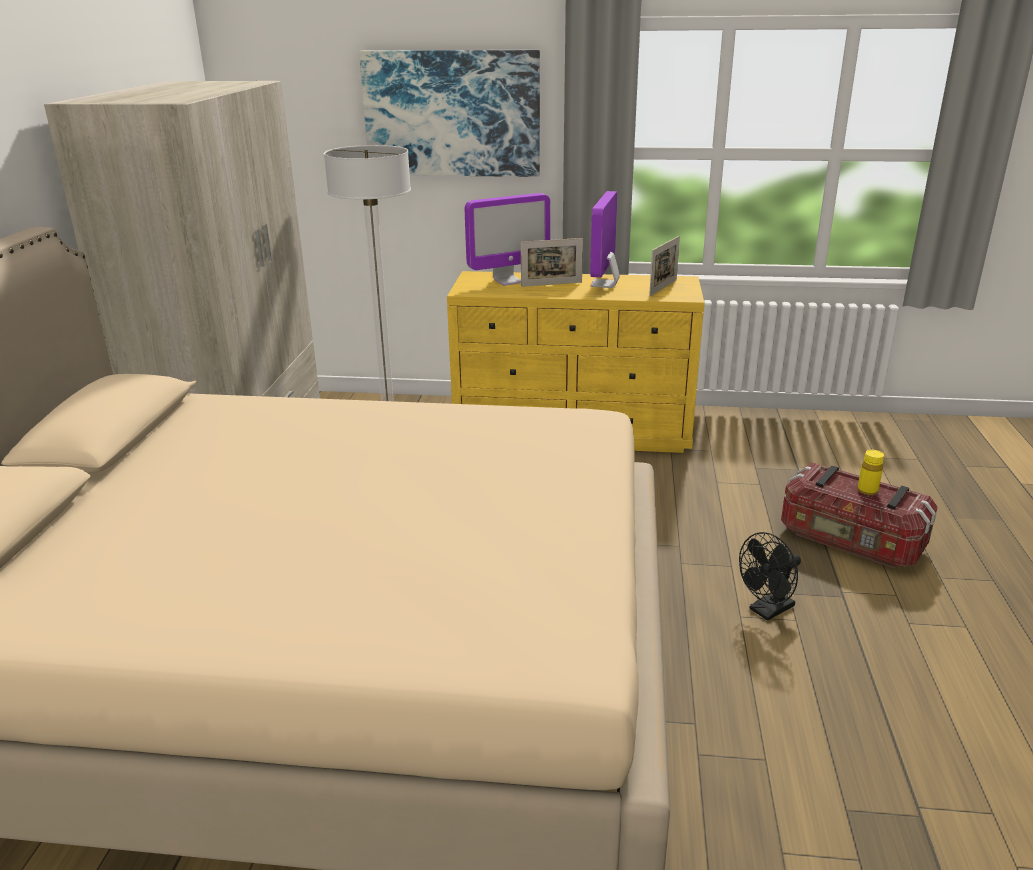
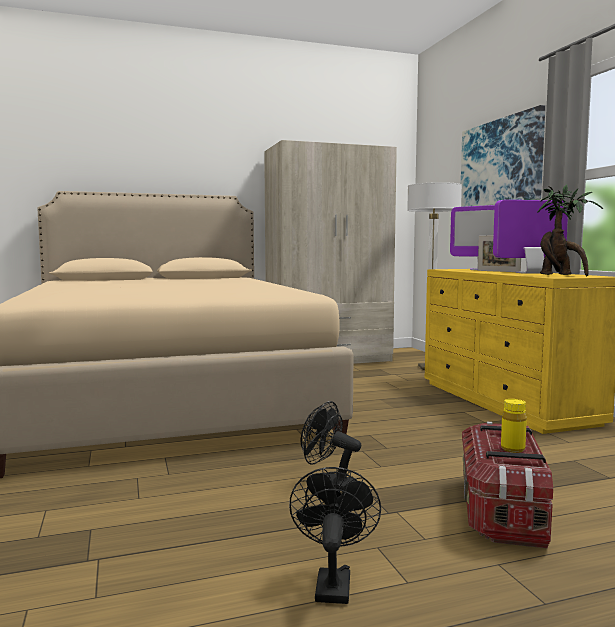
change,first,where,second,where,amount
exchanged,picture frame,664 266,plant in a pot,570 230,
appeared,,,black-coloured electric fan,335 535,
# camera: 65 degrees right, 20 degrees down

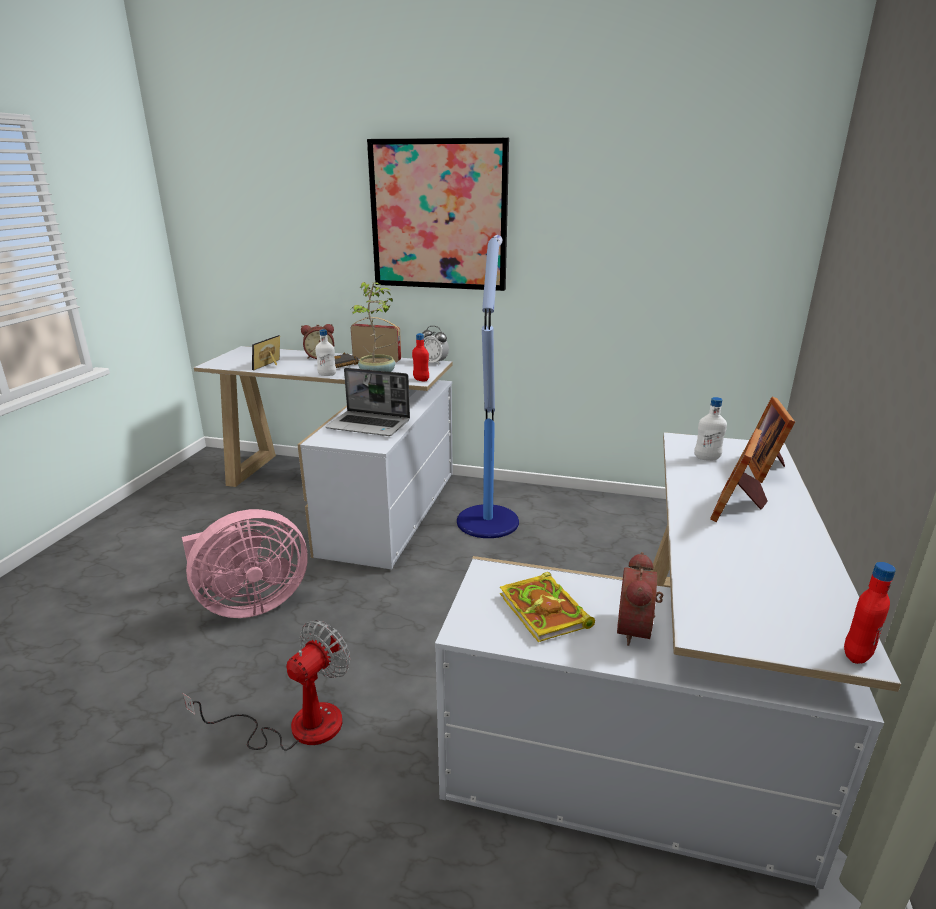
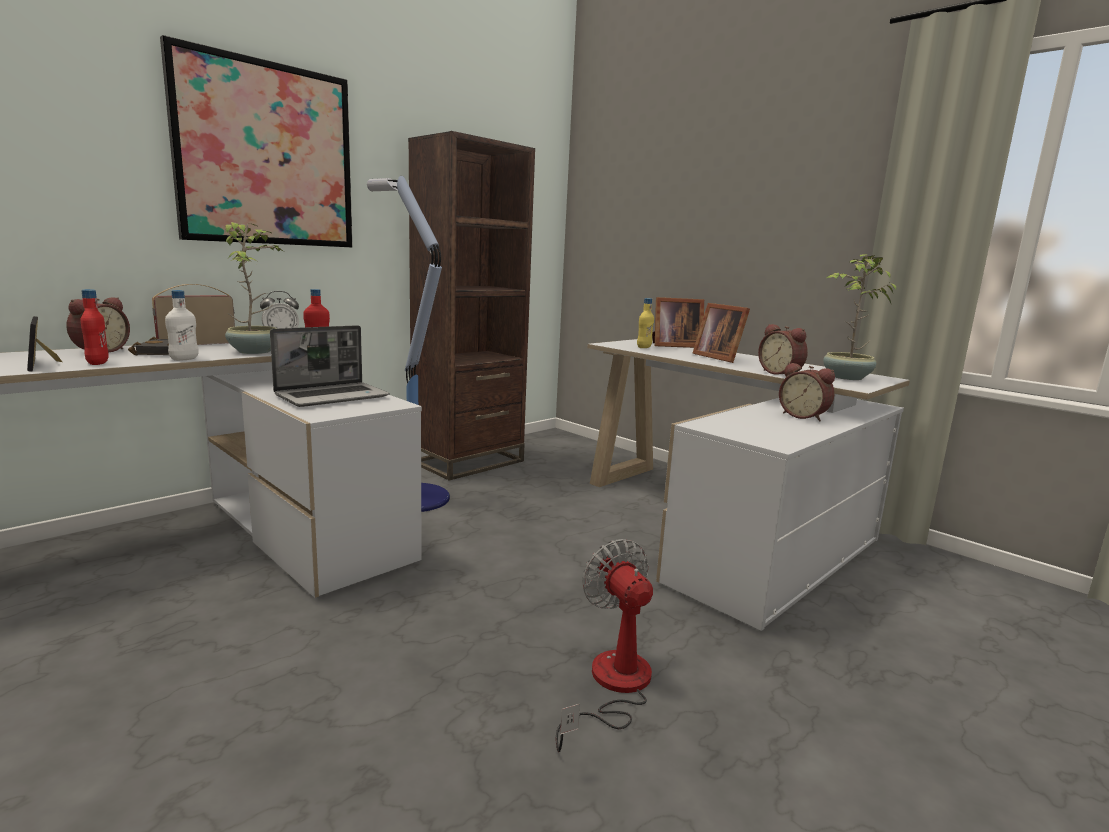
change,first,where,second,where,amount
colour,white beverage bottle,710 429,yellow-coloured beverage bottle,645 323,
spun,picture frame,771 440,,678 322,45 degrees counterclockwise
missing,pinkish electric fan,245 563,,,
relocated,red-coloured beverage bottle,870 613,,94 327,
missing,bound book,547 607,,,
appeared,,,brownish shelving unit,471 306,
appeared,,,plant in a pot,859 317,
appeared,,,table clock,783 349,
# camera: 60 degrees left, 10 degrees down

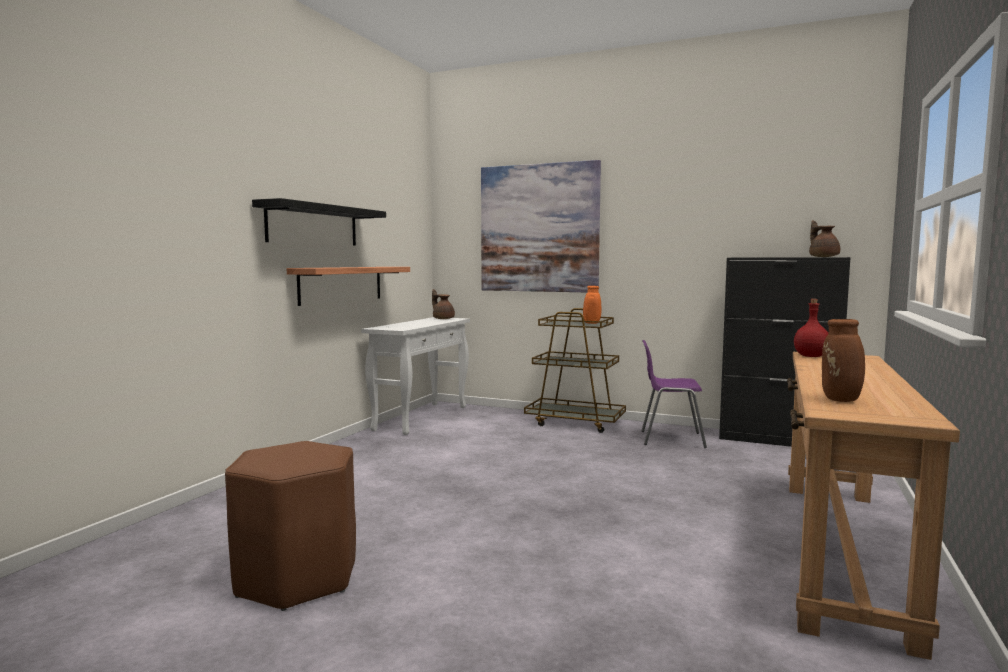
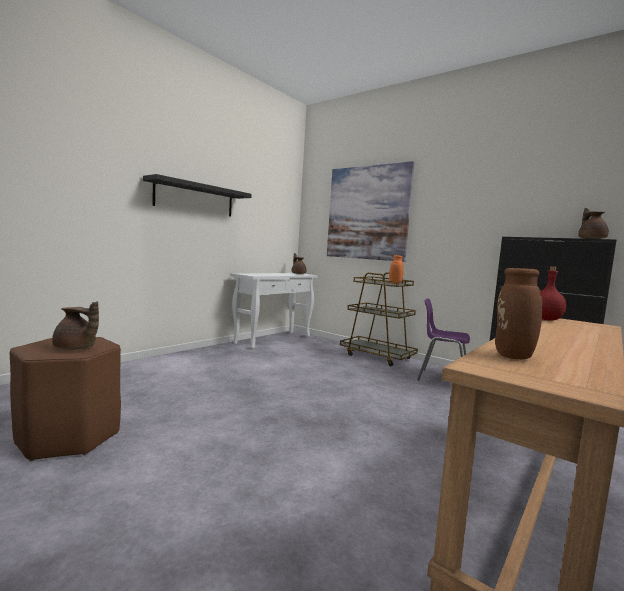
change,first,where,second,where,amount
missing,wall shelf,348 286,,,
appeared,,,brownish tea pot,75 325,
# camera: 15 degrees right, 0 degrees up

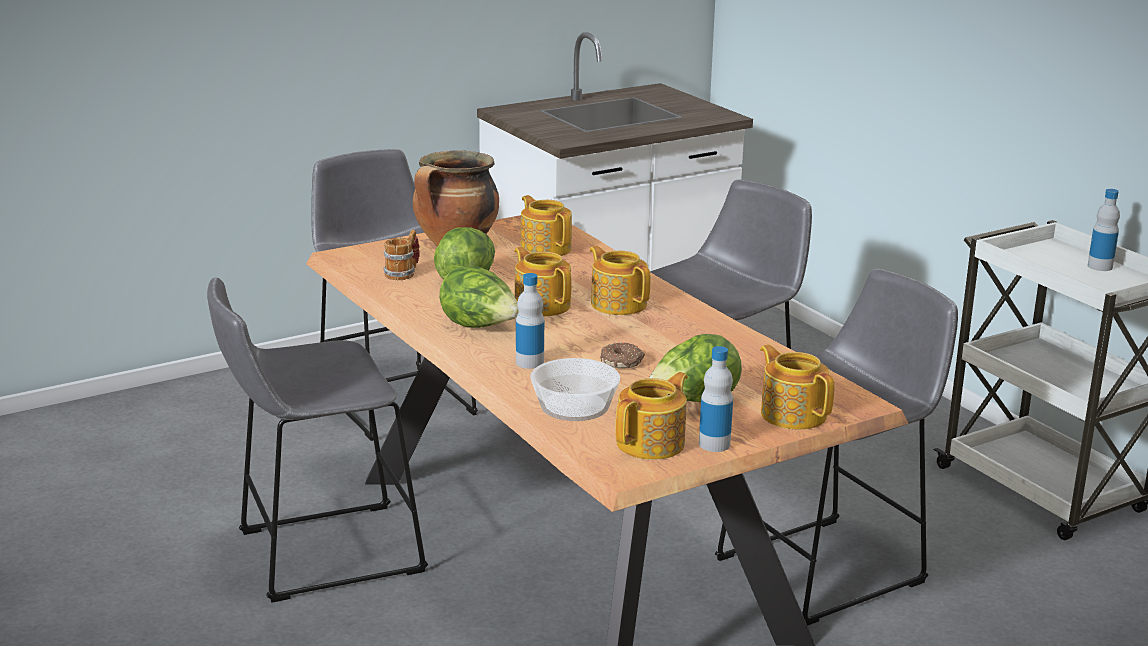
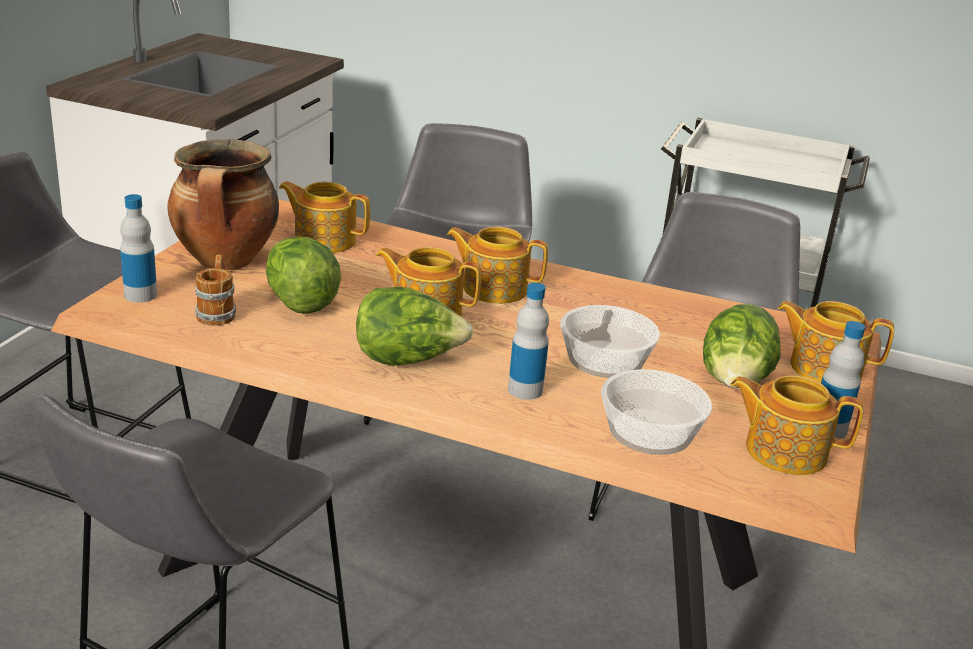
change,first,where,second,where,amount
relocated,beverage bottle,1104 230,,138 248,
exchanged,ring doughnut,622 355,serving bowl,610 341,
spun,tea pot,651 416,,796 425,75 degrees counterclockwise
# camera: 40 degrees left, 5 degrees up

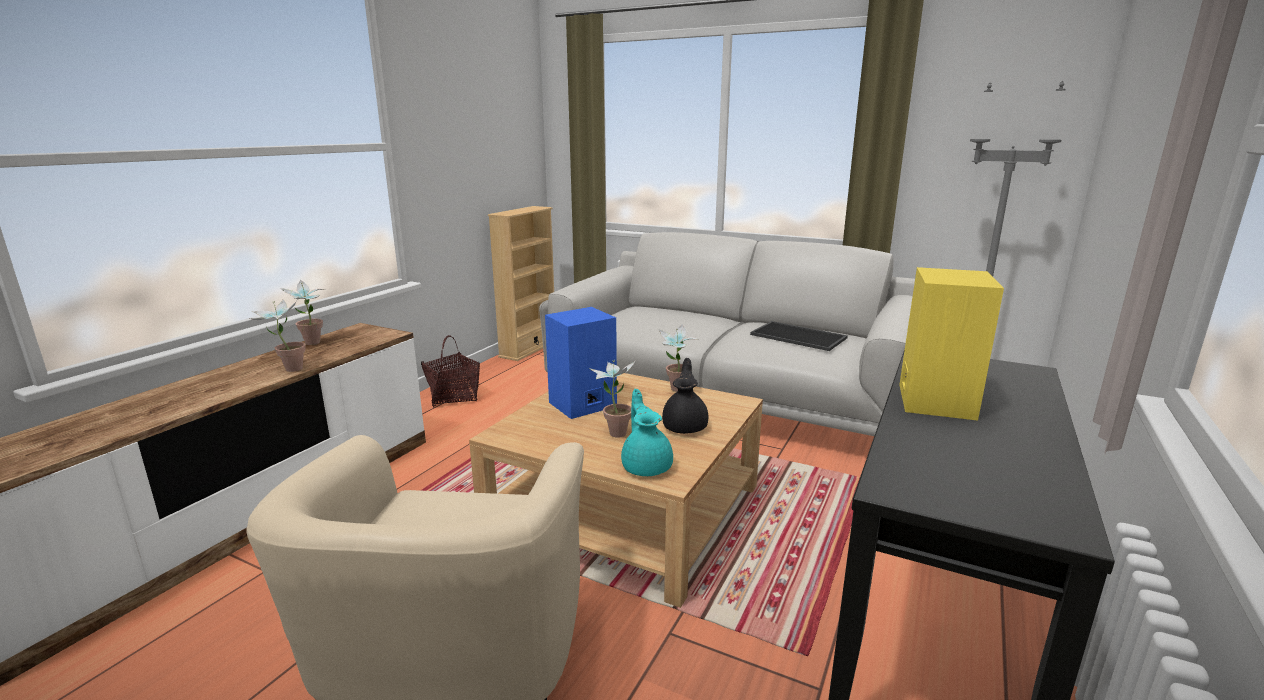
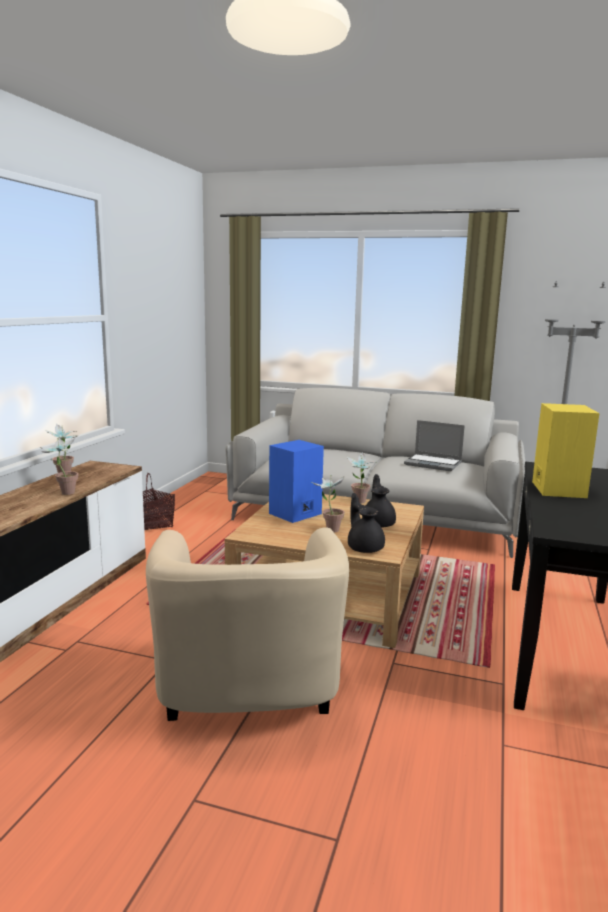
change,first,where,second,where,amount
missing,beige shelving unit,521 283,,,
exchanged,tray,799 336,laptop,434 445,
colour,turquoise tea pot,647 432,black-coloured tea pot,366 523,
# camera: 10 degrees left, 5 degrees down

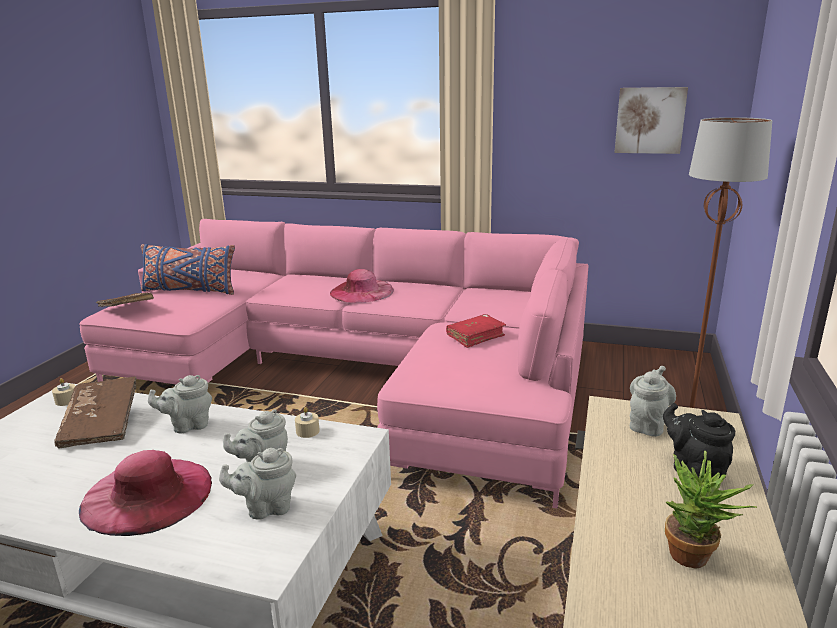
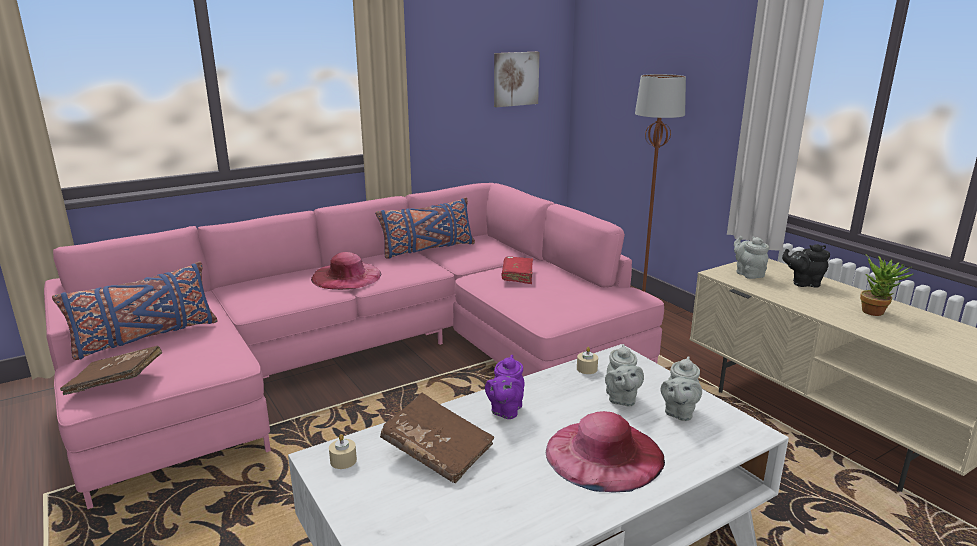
change,first,where,second,where,amount
colour,greyish tea pot,180 404,purple-coloured tea pot,505 387,
appeared,,,blue pillow,425 228,
# camera: 50 degrees left, 0 degrees up

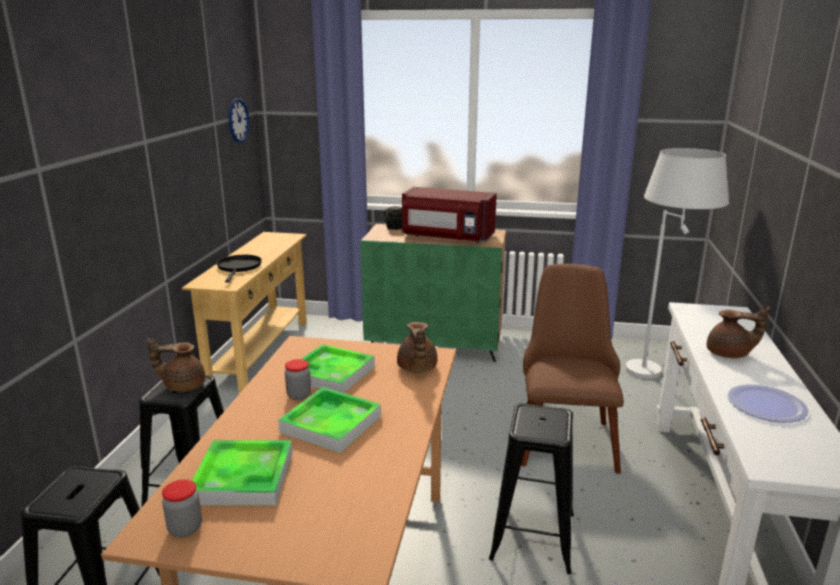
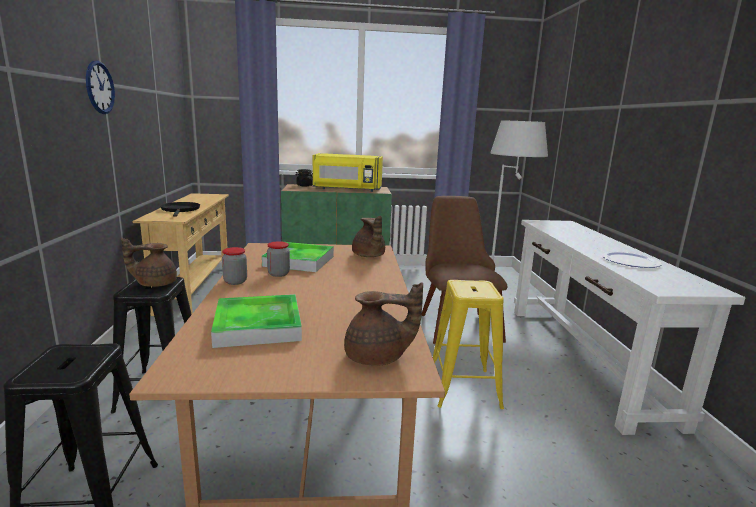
change,first,where,second,where,amount
relocated,wall clock,239 120,,100 87,
colour,red-coloured kitchen microwave,449 215,yellow-coloured kitchen microwave,348 172,
relocated,brownish tea pot,738 332,,383 324,
missing,tray,329 420,,,
colour,black-coloured stool,531 488,yellow-coloured stool,468 344,
relocated,preserve jar,182 508,,234 266,
# camera: 15 degrees left, 5 degrees down

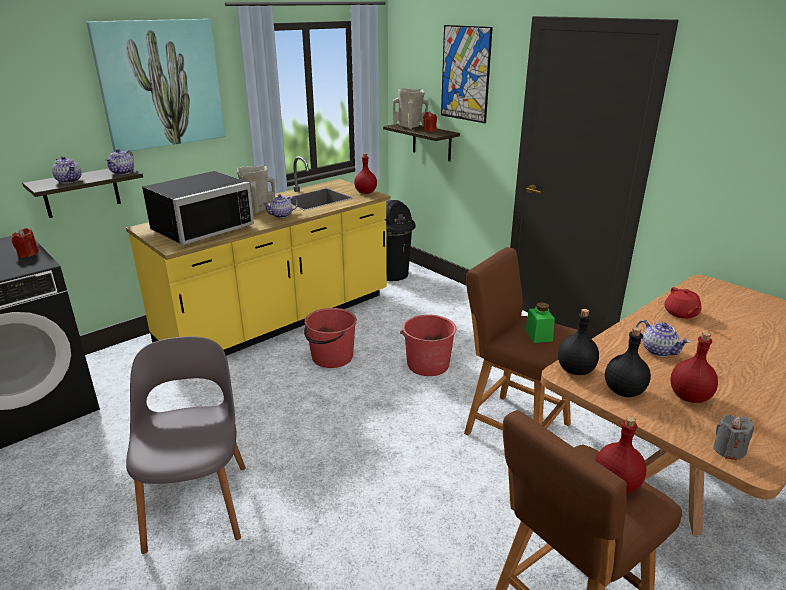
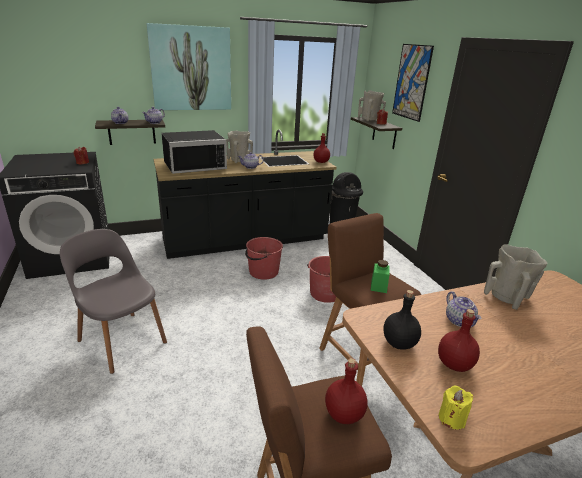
change,first,where,second,where,amount
colour,yellow-coloured kitchen counter,258 256,black-coloured kitchen counter,245 194,
exchanged,red-coloured tea pot,683 303,beige decorative vase,516 277,
missing,black-coloured beverage bottle,578 342,,,
spun,greyish plain chair,186 445,,113 301,60 degrees counterclockwise
colour,greyish wax candle,733 437,yellow-coloured wax candle,456 407,
# camera: 20 degrees right, 0 degrees up

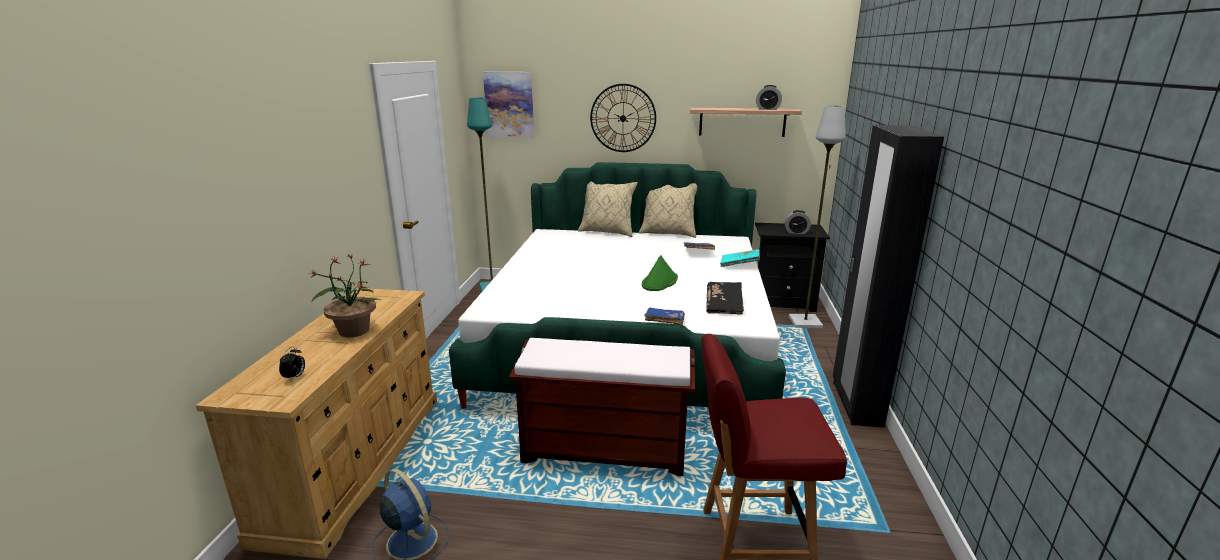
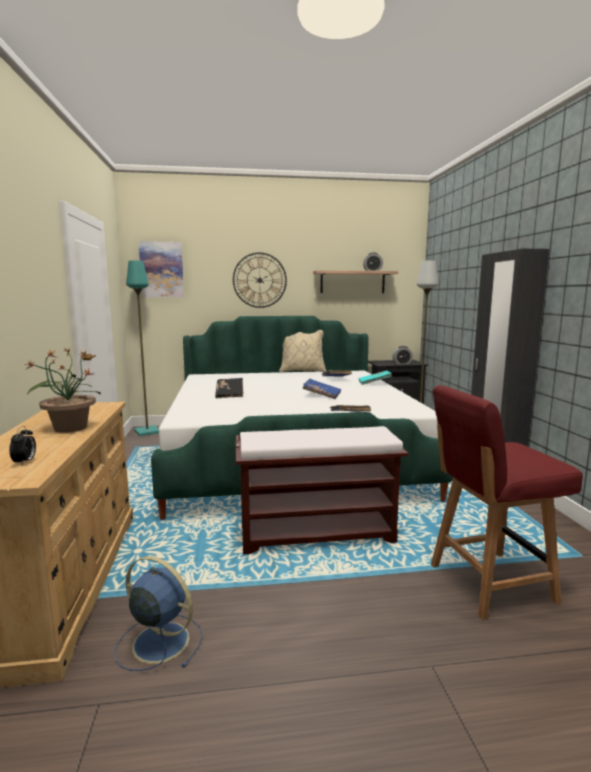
change,first,where,second,where,amount
missing,beige pillow,608 209,,,
exchanged,greenish wearable hat,660 273,blue bound book,321 389,
relocated,black-coloured bound book,725 298,,229 388,
# camera: 15 degrees left, 10 degrees down

